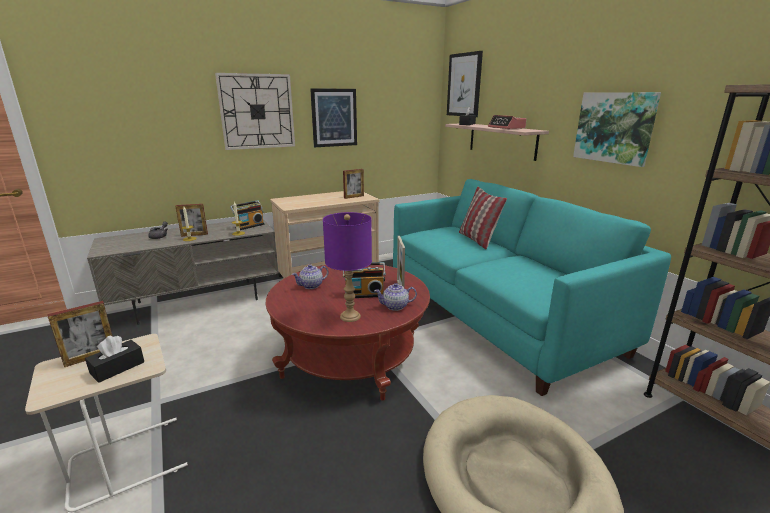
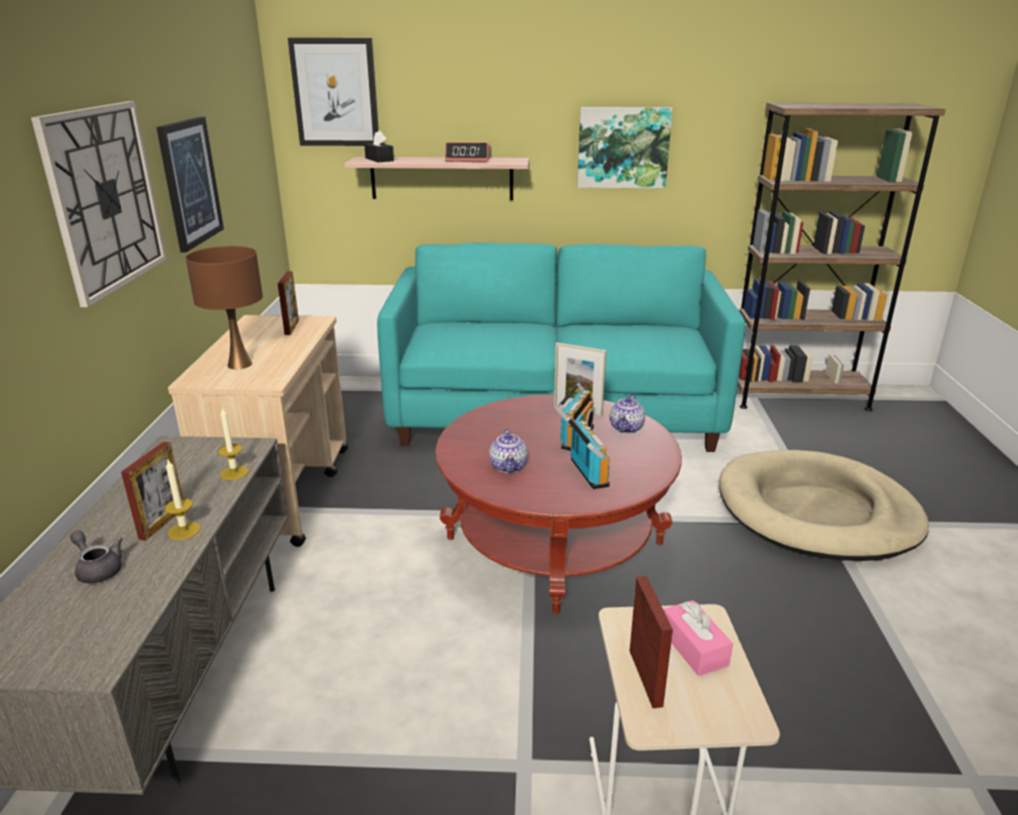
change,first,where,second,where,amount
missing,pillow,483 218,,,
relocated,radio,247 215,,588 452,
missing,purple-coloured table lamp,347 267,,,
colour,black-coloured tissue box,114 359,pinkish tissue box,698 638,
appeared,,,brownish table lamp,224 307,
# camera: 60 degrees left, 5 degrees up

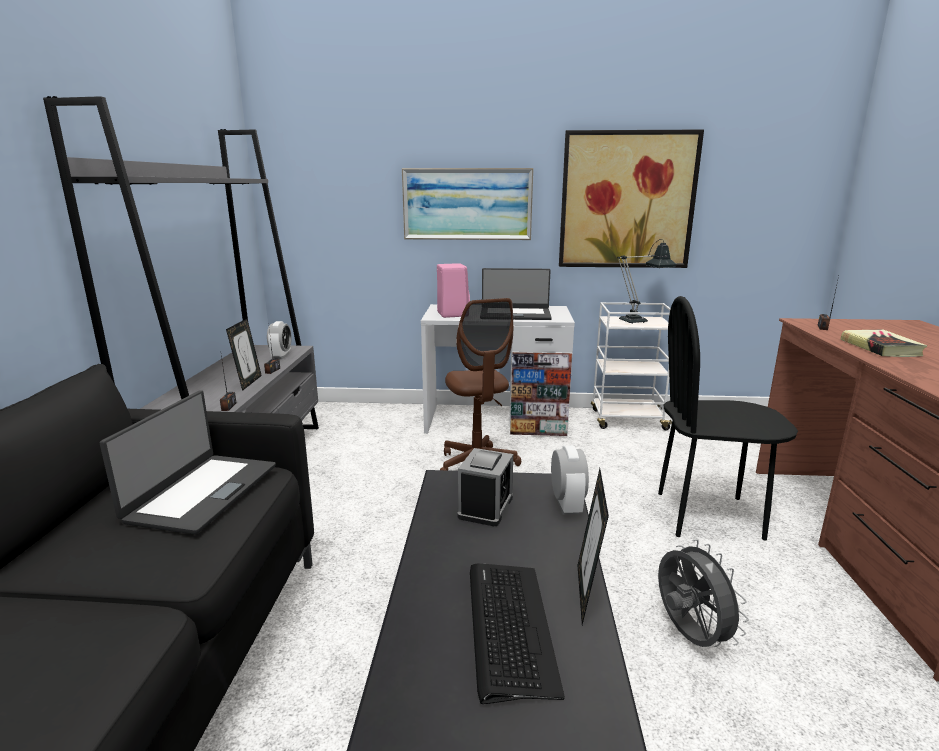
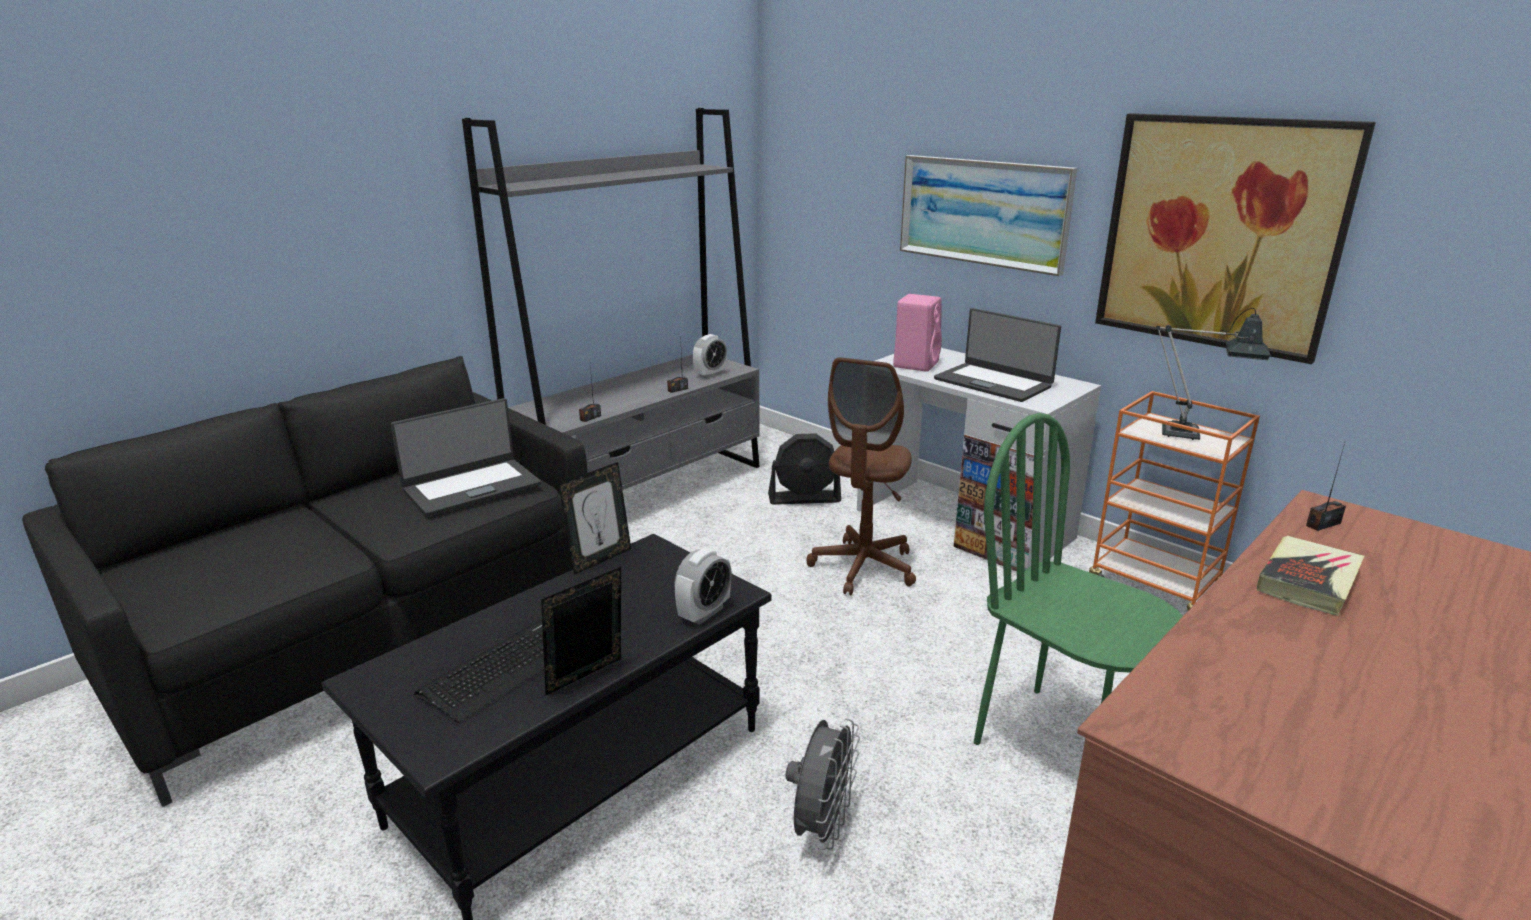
change,first,where,second,where,amount
colour,black-coloured plain chair,728 418,greenish plain chair,1078 579,
colour,white wheeled cart,631 366,orange-coloured wheeled cart,1174 500,
relocated,picture frame,244 355,,594 518,
missing,table clock,485 487,,,
appeared,,,black-coloured electric fan,804 469,
# camera: 40 degrees right, 5 degrees up

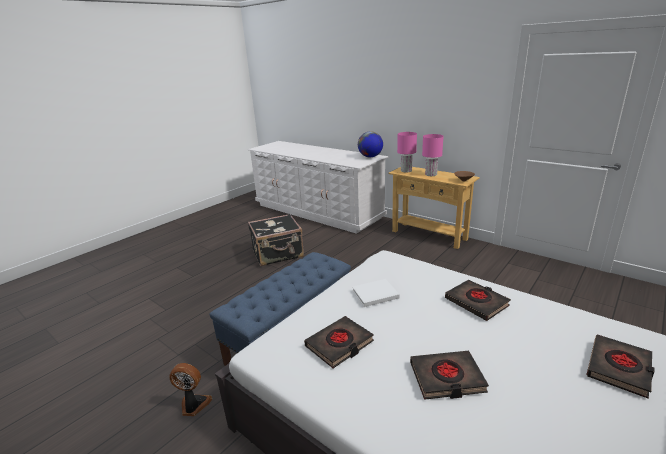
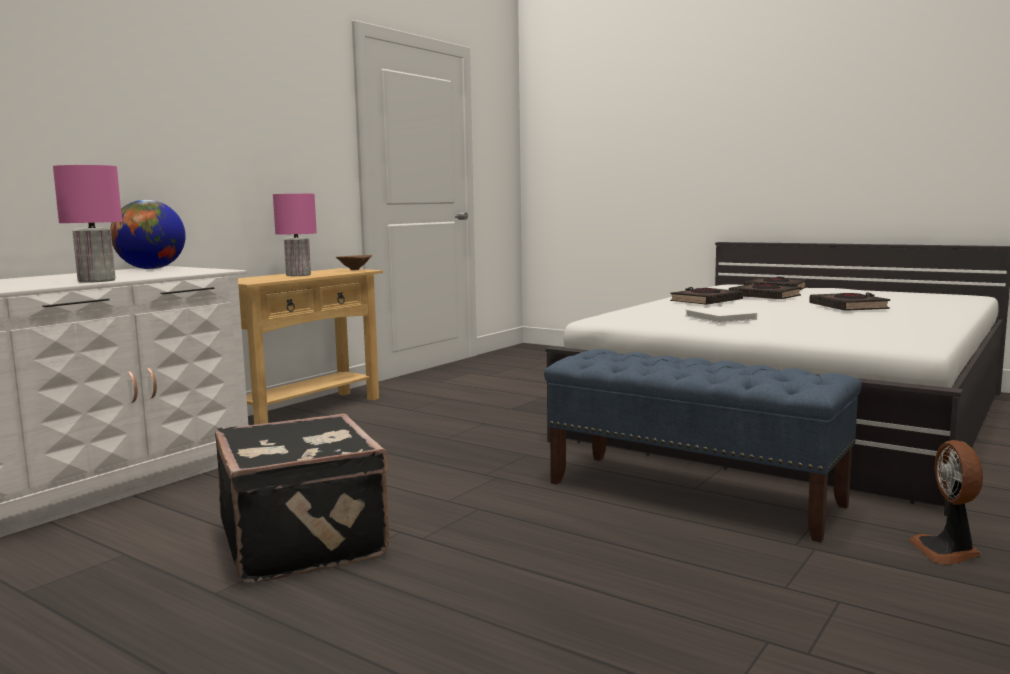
change,first,where,second,where,amount
relocated,pinkish table lamp,407 152,,87 224,
relocated,black-coloured bound book,339 342,,765 291,
# camera: 95 degrees left, 15 degrees down

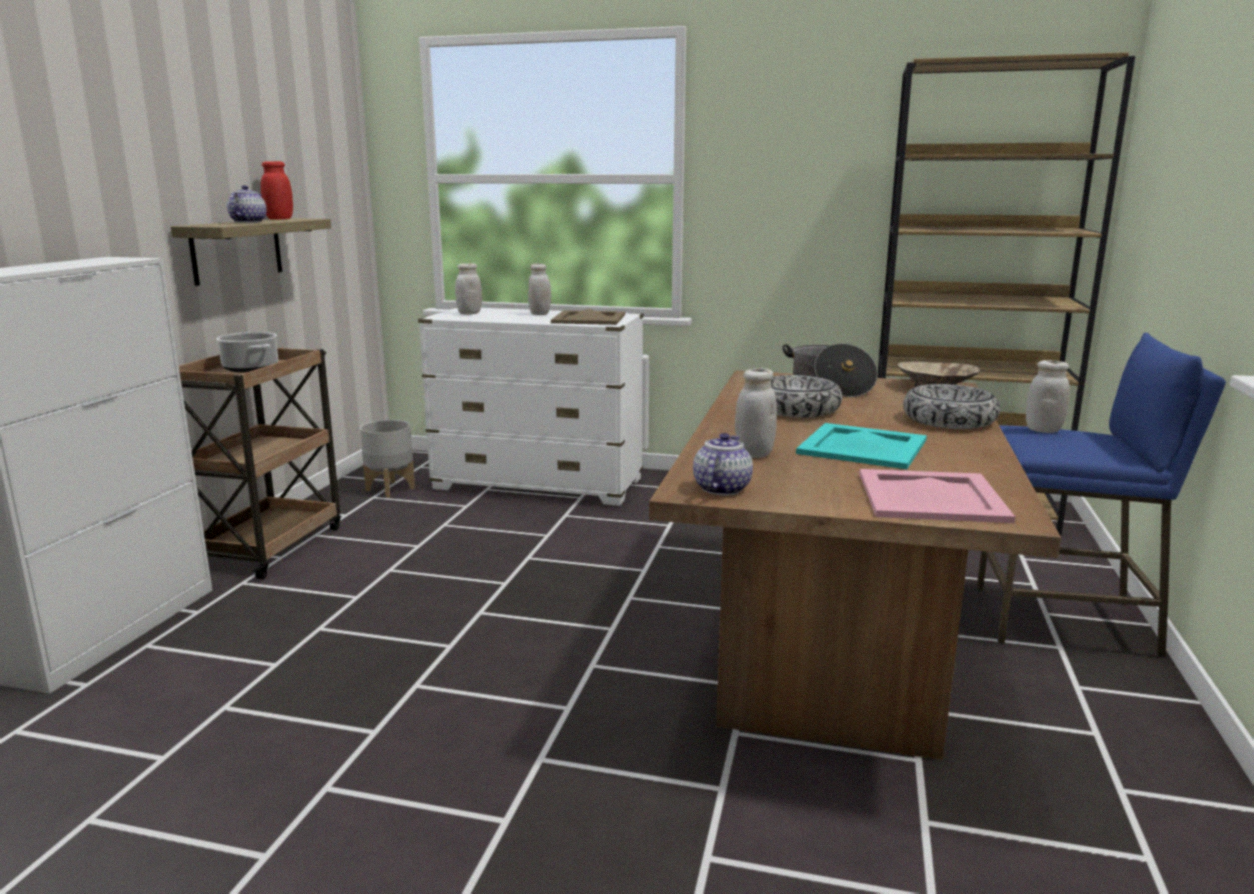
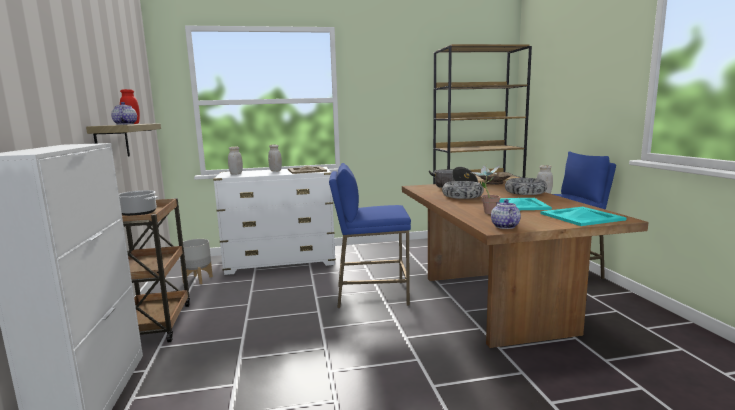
change,first,where,second,where,amount
exchanged,white preserve jar,756 413,plant in a pot,485 189,
colour,pinkish tray,937 496,turquoise tray,583 216,
appeared,,,blue stool,370 235,
# camera: 25 degrees left, 5 degrees down

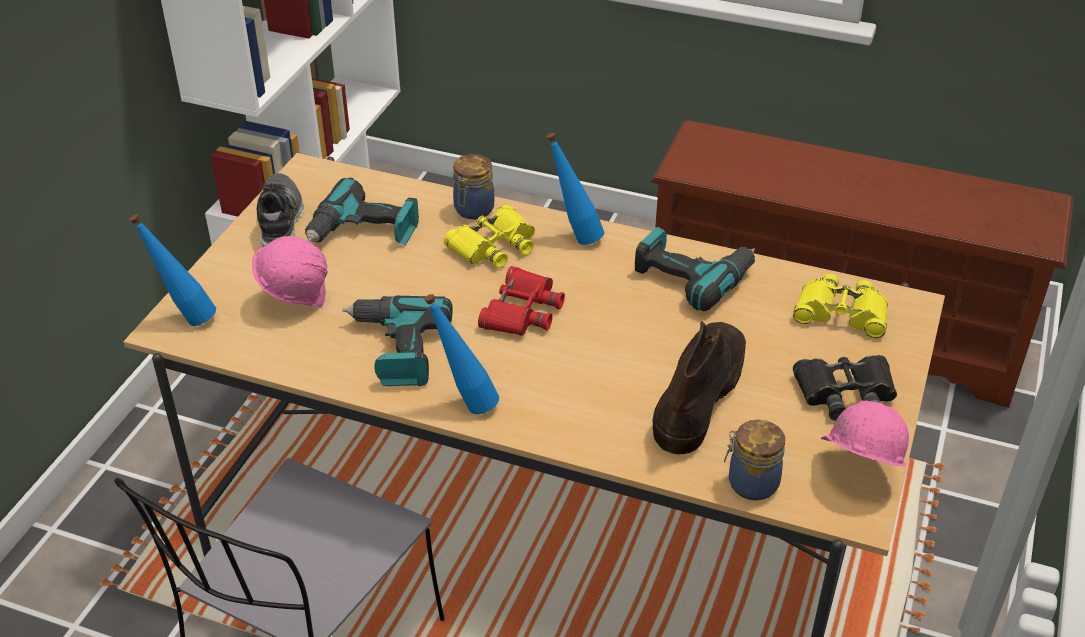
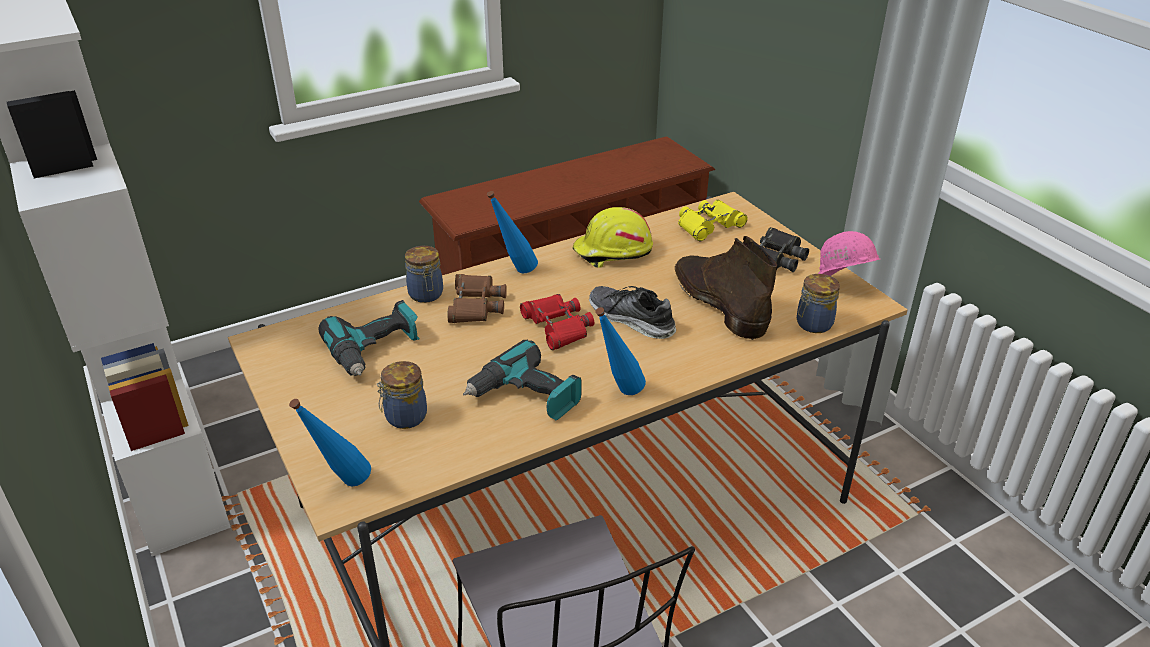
change,first,where,second,where,amount
relocated,item of footwear,280 210,,632 312,
colour,yellow-coloured field glasses,489 236,brownish field glasses,477 298,
exchanged,electric drill,695 269,yellow-coloured safety helmet,612 237,
exchanged,pinkish safety helmet,290 271,preserve jar,402 395,
# camera: 50 degrees left, 5 degrees down

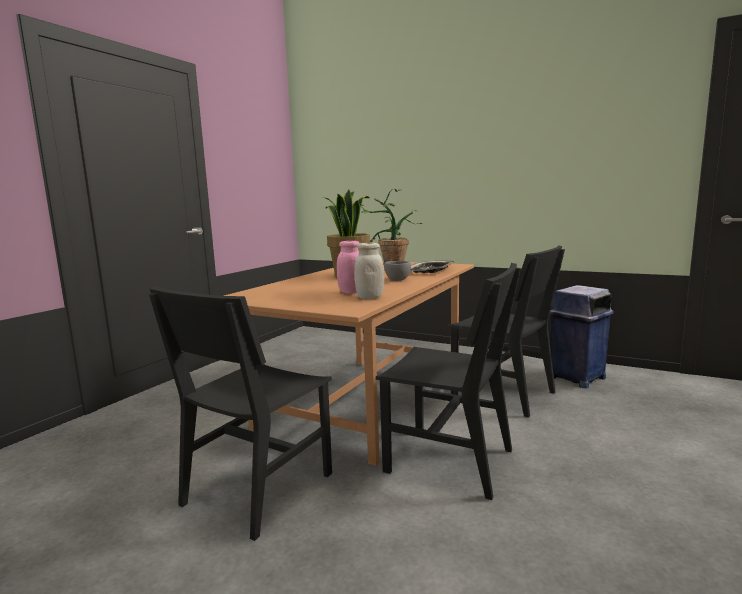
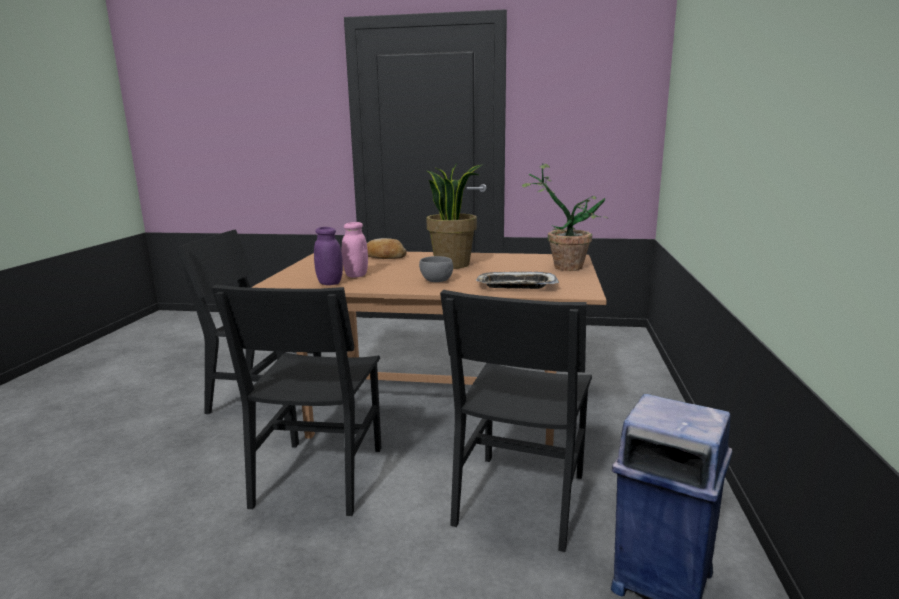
change,first,where,second,where,amount
colour,white preserve jar,369 271,purple-coloured preserve jar,328 256,
appeared,,,baked bread,387 248,
# camera: 70 degrees right, 5 degrees up

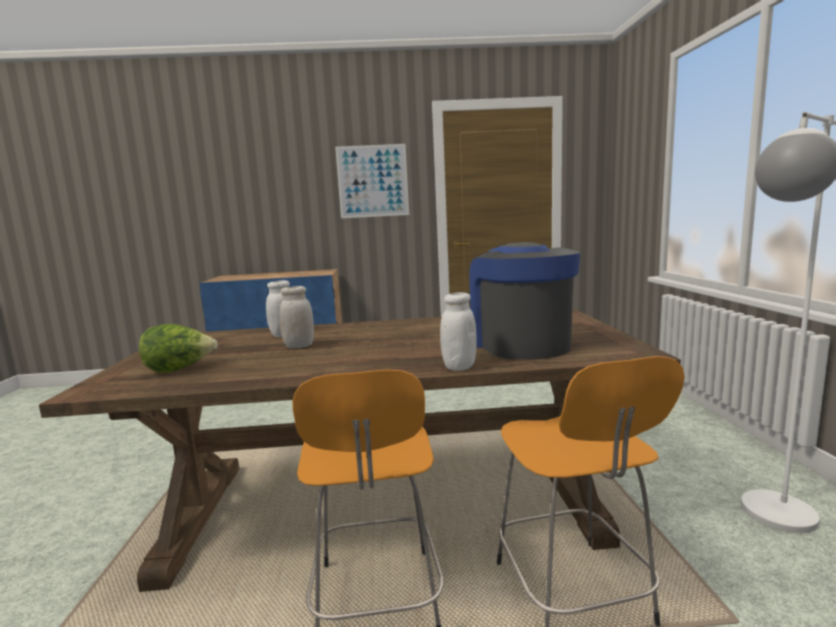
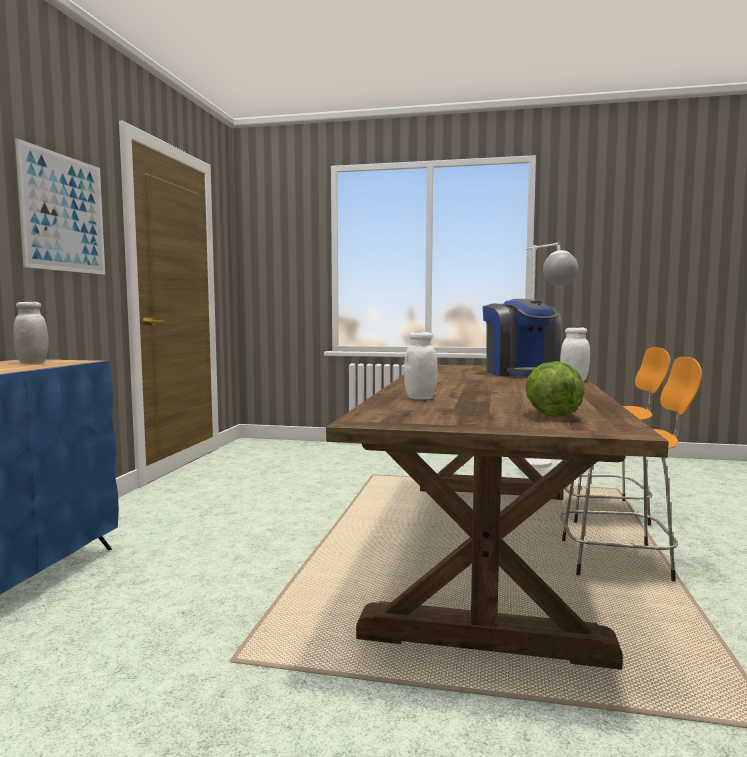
change,first,where,second,where,amount
spun,coffee brewer,525 301,,522 338,105 degrees counterclockwise
relocated,white preserve jar,297 317,,30 332,
# camera: 75 degrees left, 5 degrees down

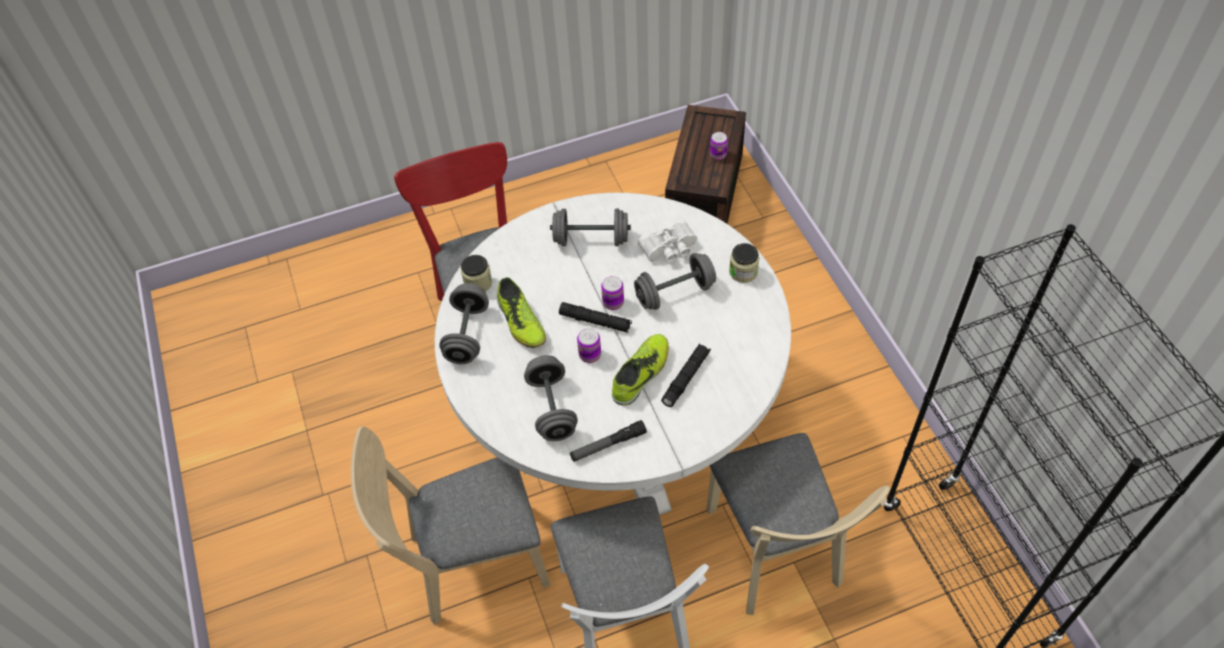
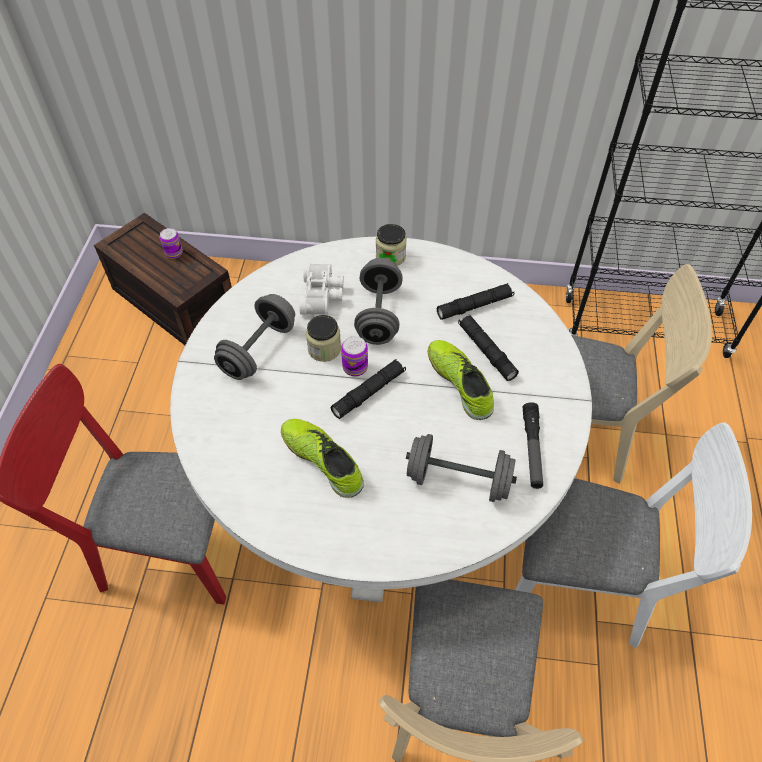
change,first,where,second,where,amount
relocated,preserve jar,476 273,,323 338,
spun,item of footwear,521 312,,322 458,135 degrees counterclockwise
missing,greyish hand weight,464 323,,,
missing,sealed can,589 345,,,
appeared,,,black-coloured hand torch,475 301,
# camera: 65 degrees left, 0 degrees up

